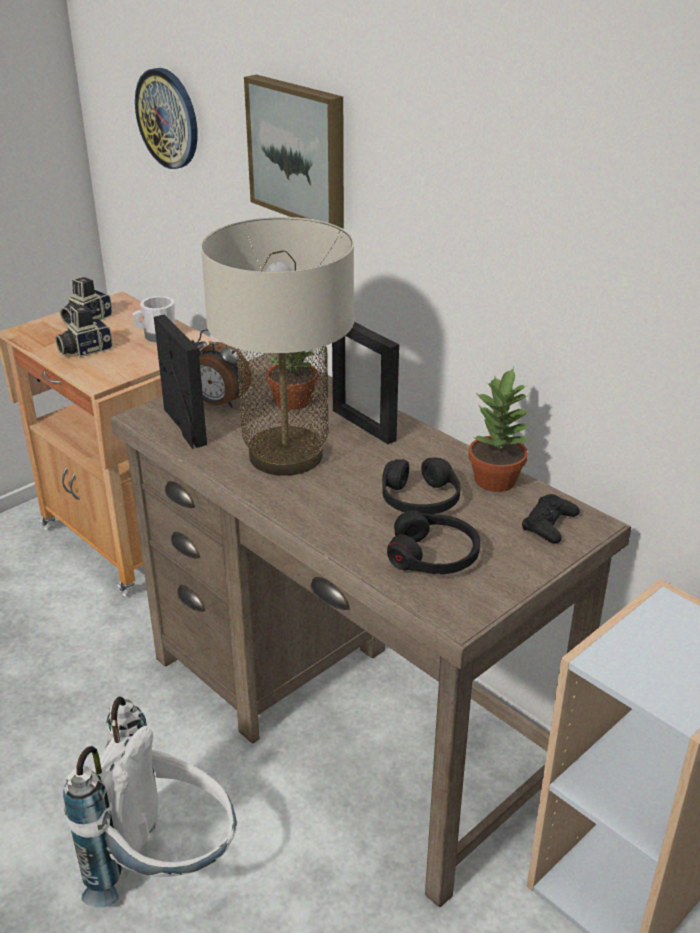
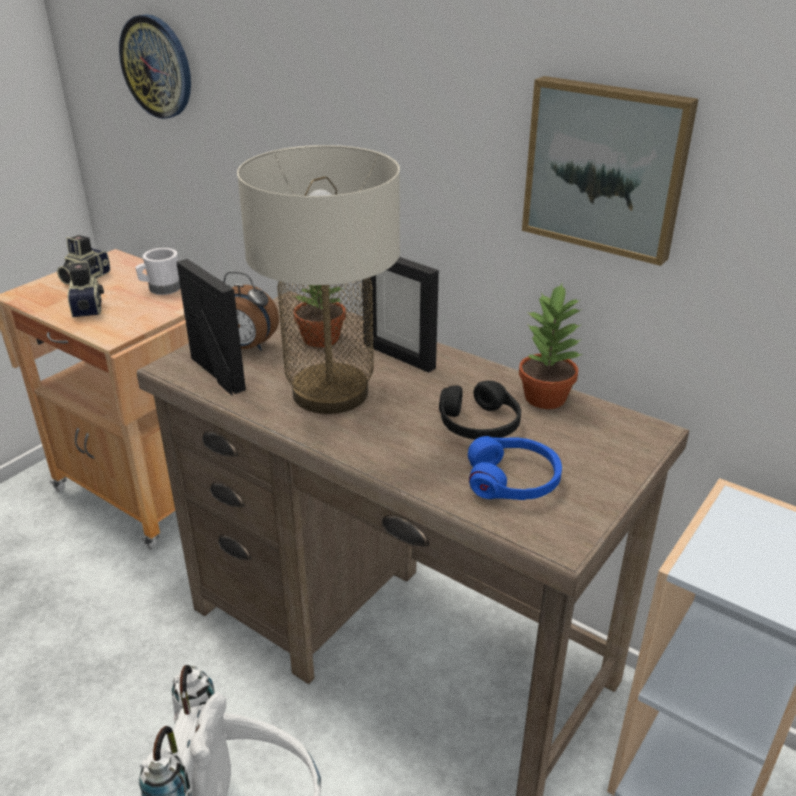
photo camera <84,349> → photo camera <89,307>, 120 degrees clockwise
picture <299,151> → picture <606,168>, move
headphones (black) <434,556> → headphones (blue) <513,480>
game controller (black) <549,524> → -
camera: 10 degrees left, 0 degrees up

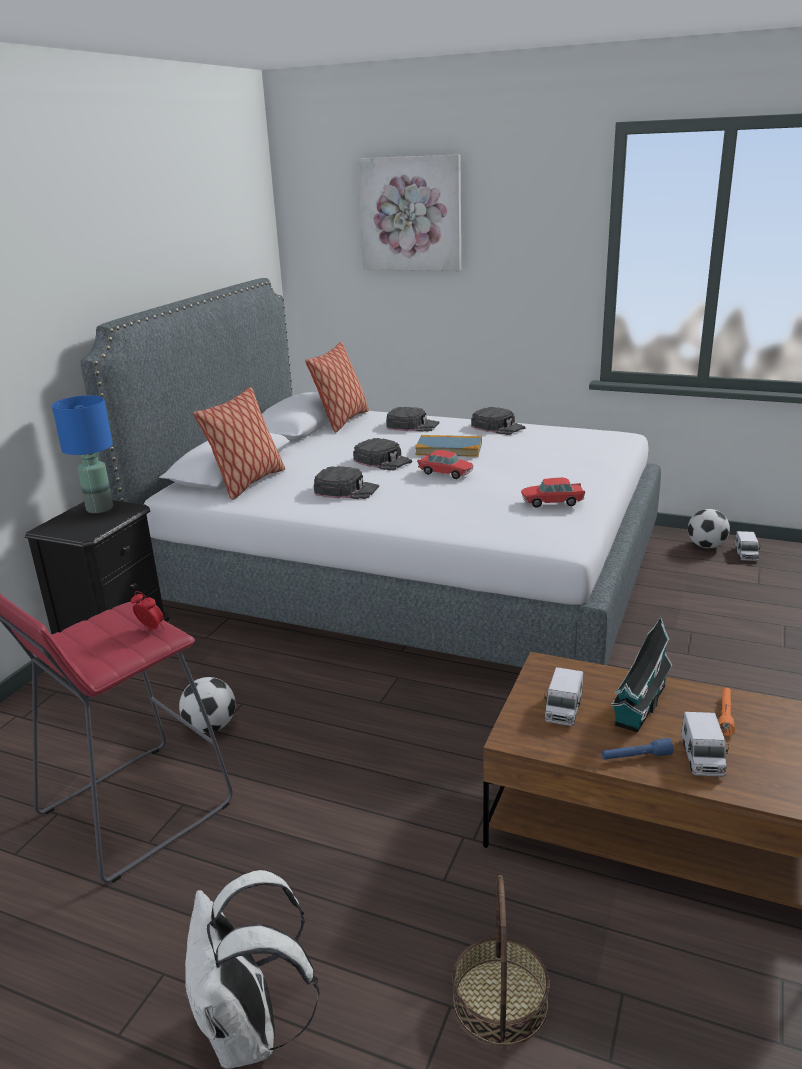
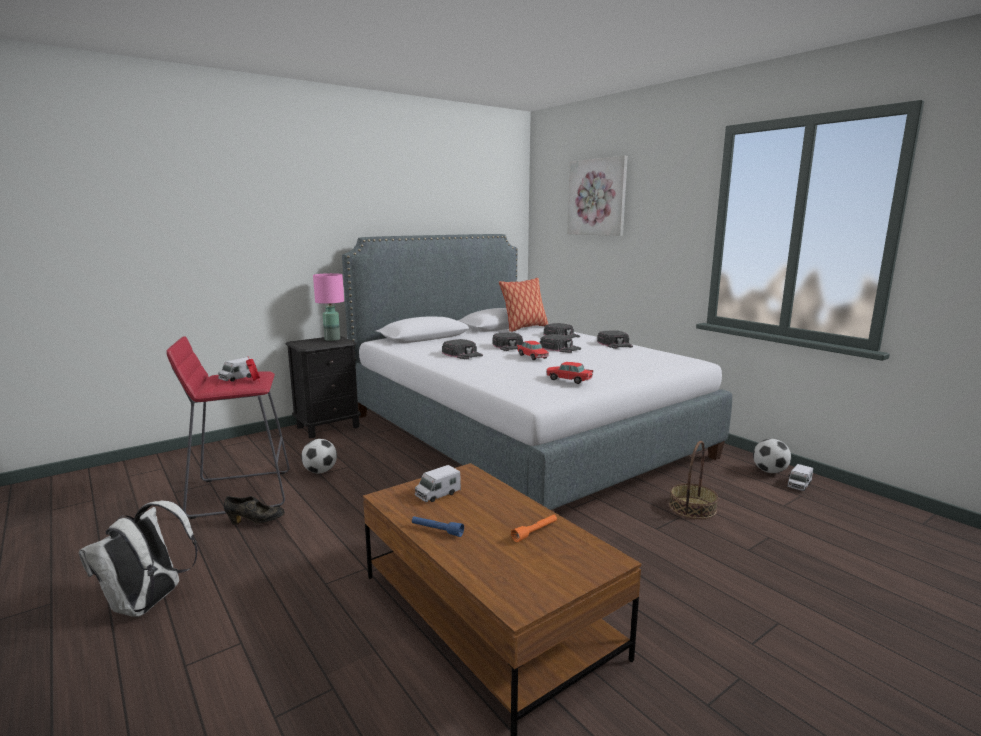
table lamp (blue) <100,509> → table lamp (pink) <332,339>
pillow <248,483> → -
book <449,449> → cap (black) <560,348>
basket <500,1001> → basket <692,508>, move
toy house <639,707> → -
toy truck <702,757> → toy truck <238,378>, move
- → shoe (black) <255,522>
camera: 30 degrees right, 10 degrees down

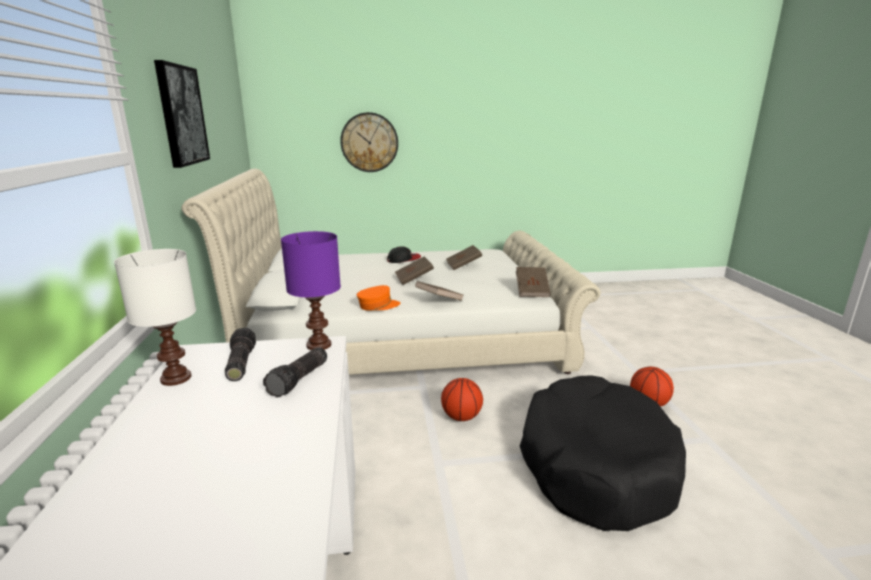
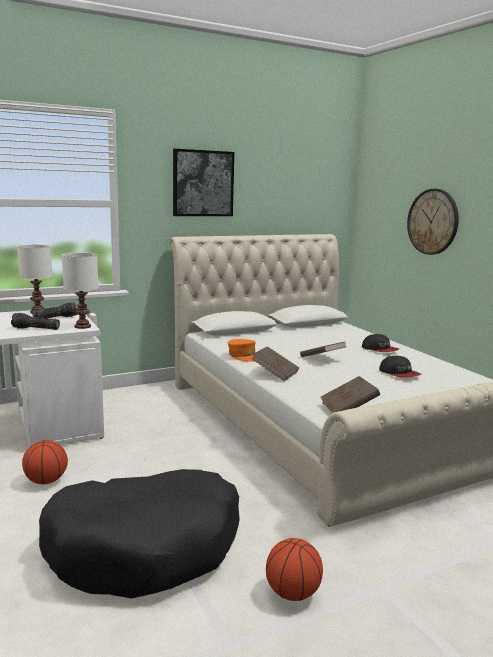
table lamp (purple) <319,345> → table lamp (white) <82,326>
basketball <461,417> → basketball <46,481>, move
book (brown) <463,266> → cap <399,373>
camera: 70 degrees right, 5 degrees down

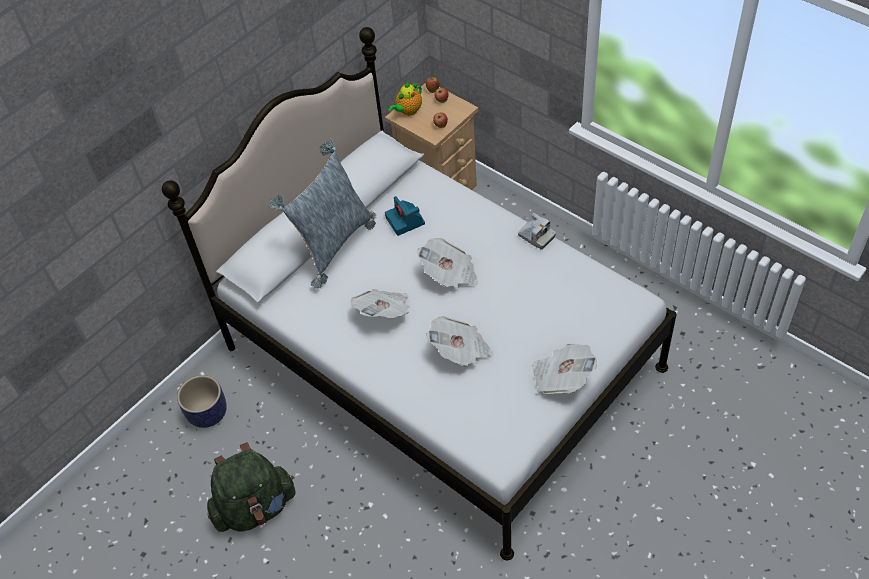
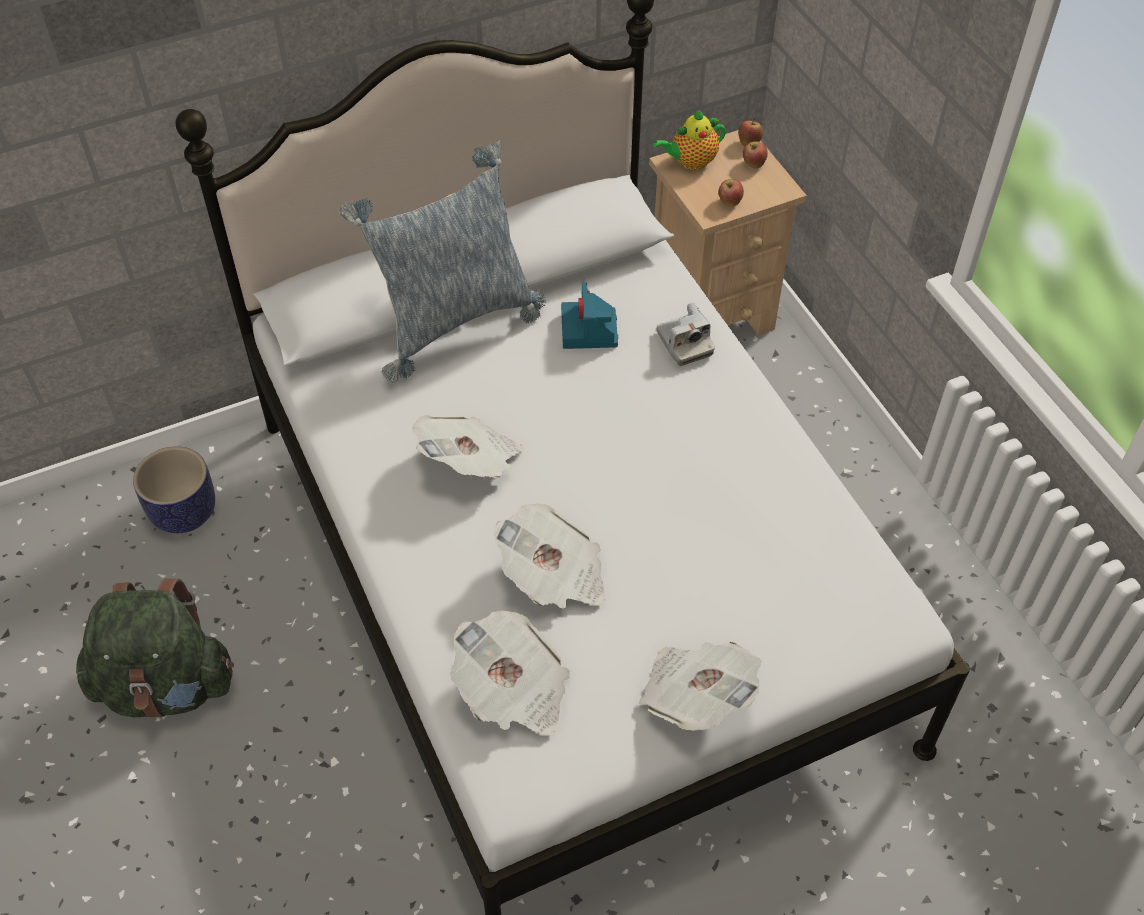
newspaper <450,274> → newspaper <513,691>, move
photo camera <536,236> → photo camera <684,344>, move
camera: 20 degrees right, 0 degrees up

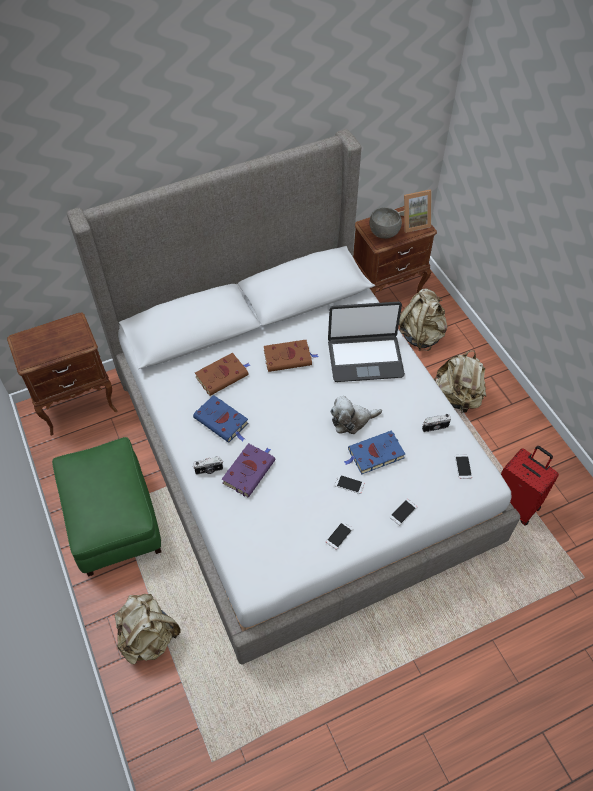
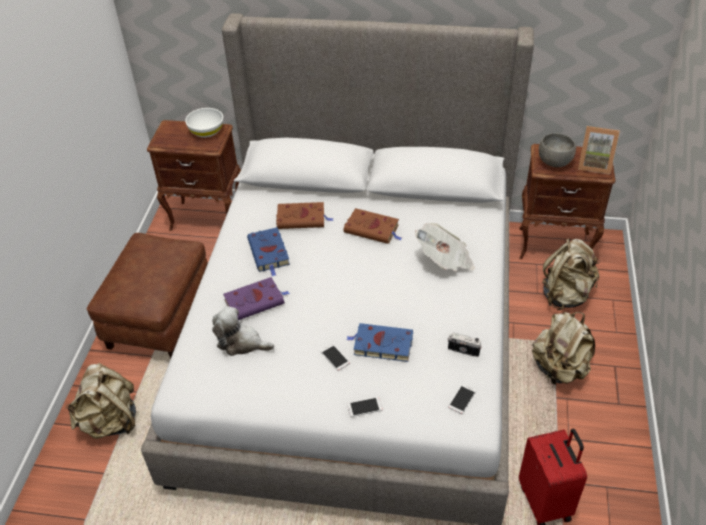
ottoman (green) <113,521> → ottoman (brown) <160,317>
photo camera <209,470> → -
phone <339,535> → -
laptop <365,358> → newspaper <445,260>
plush toy <352,420> → plush toy <241,342>, move
- → bowl (white) <207,131>
camera: 35 degrees right, 10 degrees down

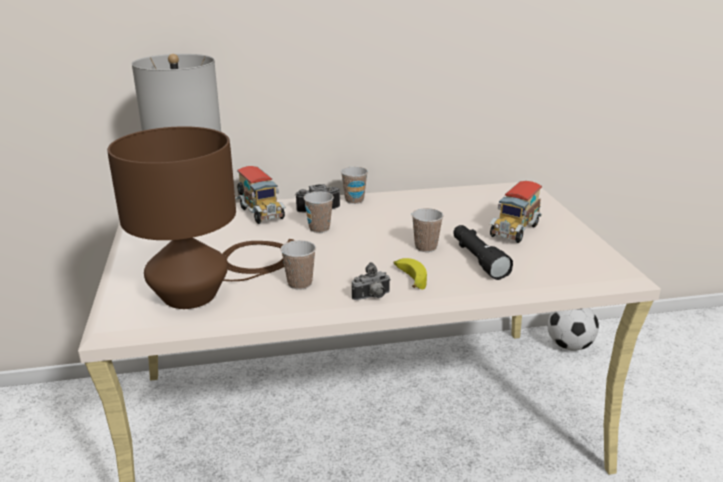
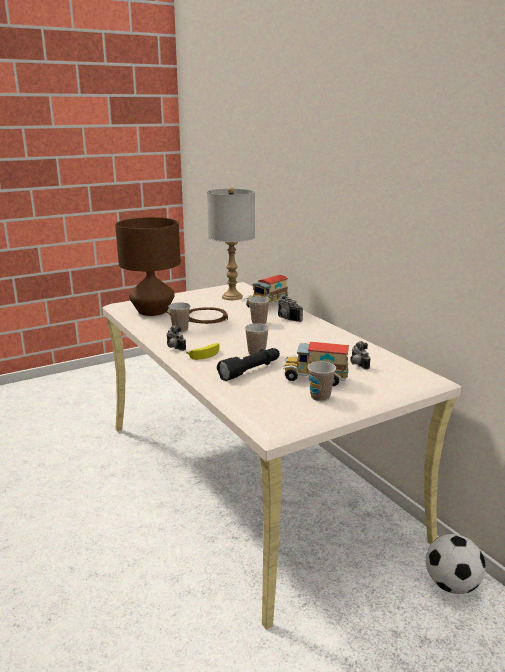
cup <354,200> → cup <320,397>, move
- → photo camera <357,365>
camera: 70 degrees right, 5 degrees down

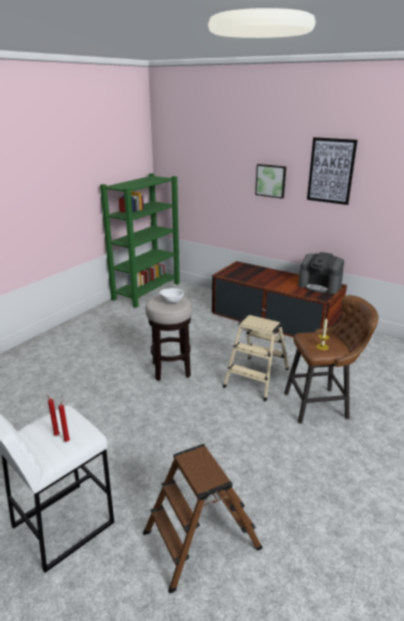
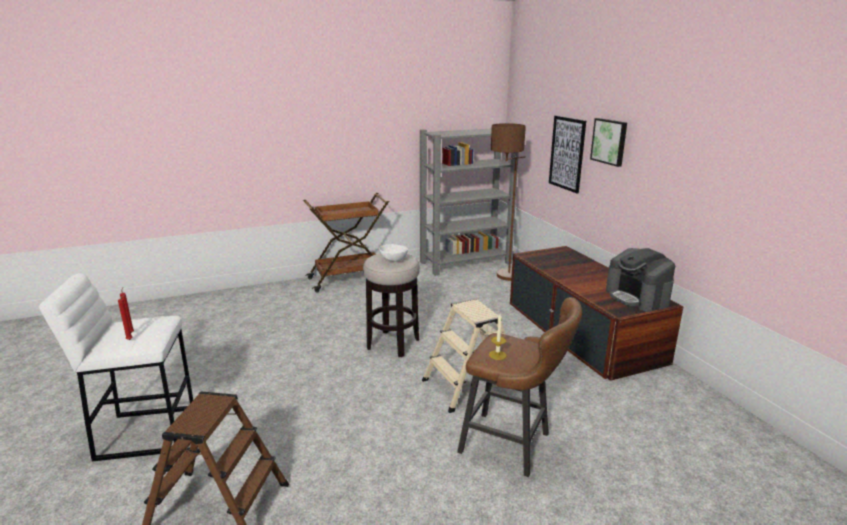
bookcase (green) <146,291> → bookcase (grey) <465,263>
picture <331,171> → picture <567,153>, move
- → cart (brown) <349,280>
- → floor lamp (brown) <503,277>
camera: 35 degrees right, 5 degrees down

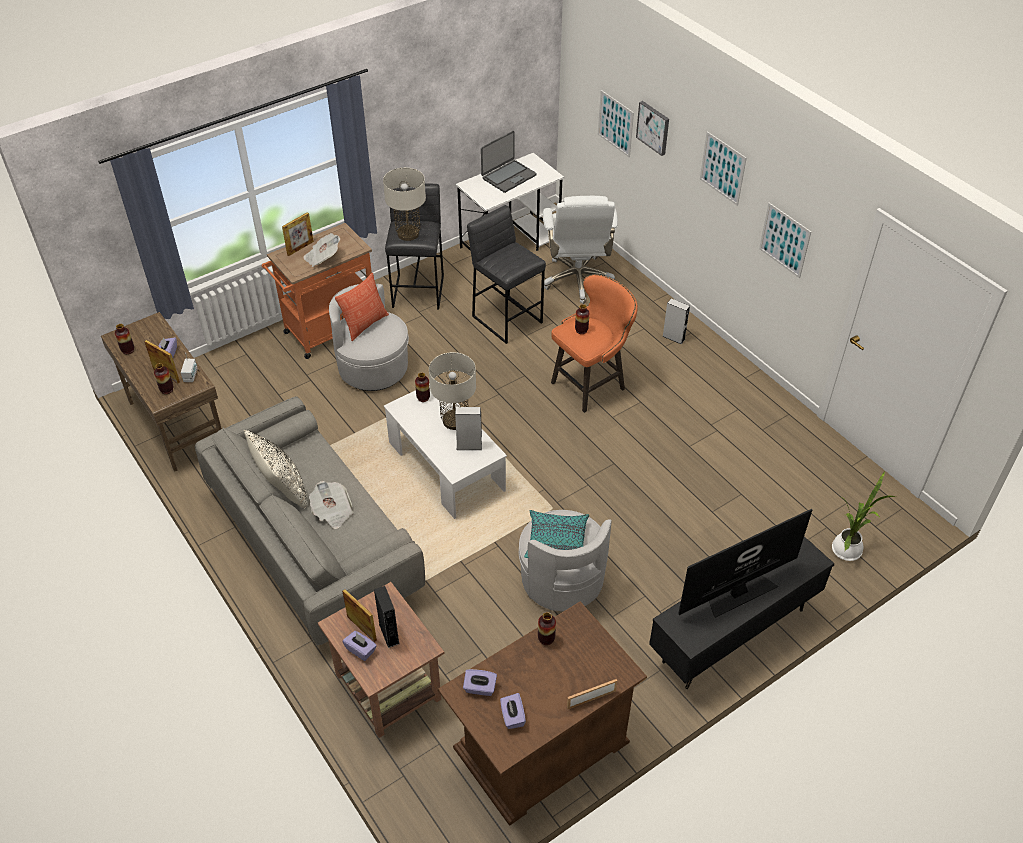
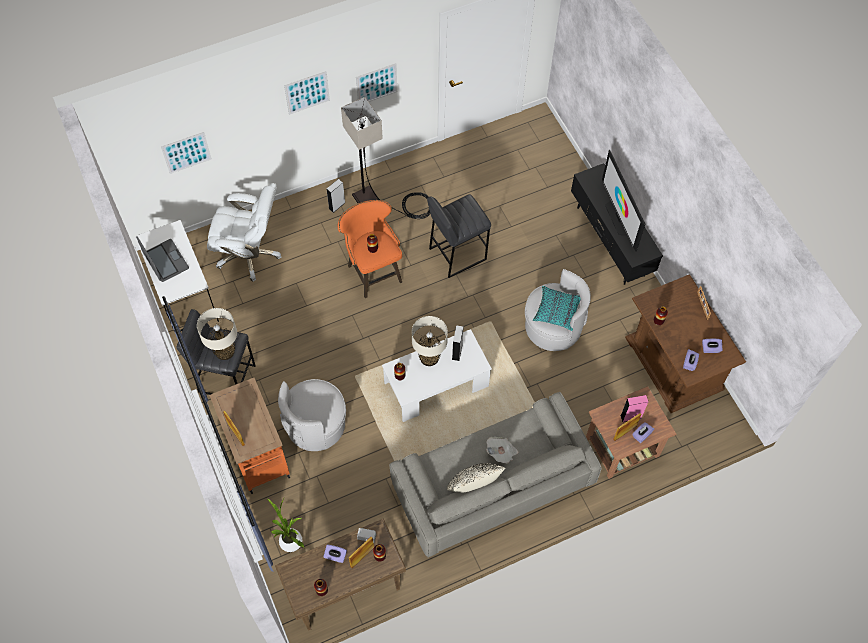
newspaper <322,258> → -
pillow (orange) <365,325> → -
speaker (black) <389,634> → speaker (pink) <631,416>
stool (grey) <506,319> → stool (grey) <456,254>, move
picture <653,127> → -
potted plant <848,548> → potted plant <290,539>, move
- → floor lamp <394,204>
camera: 80 degrees left, 15 degrees up

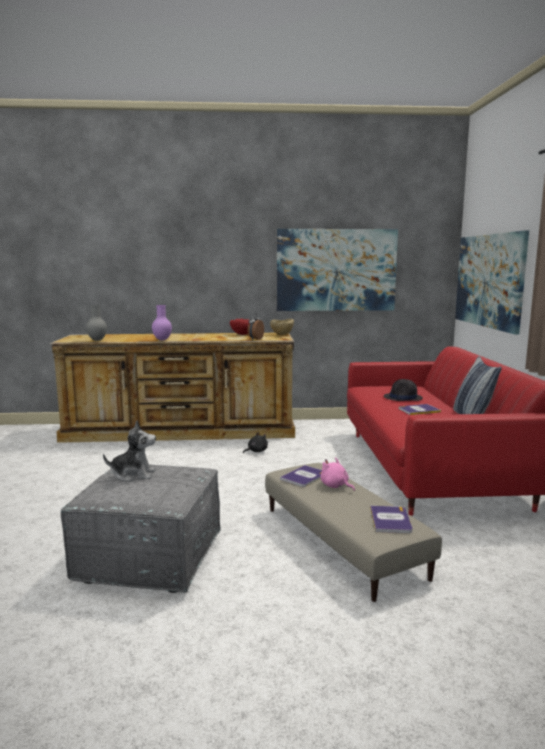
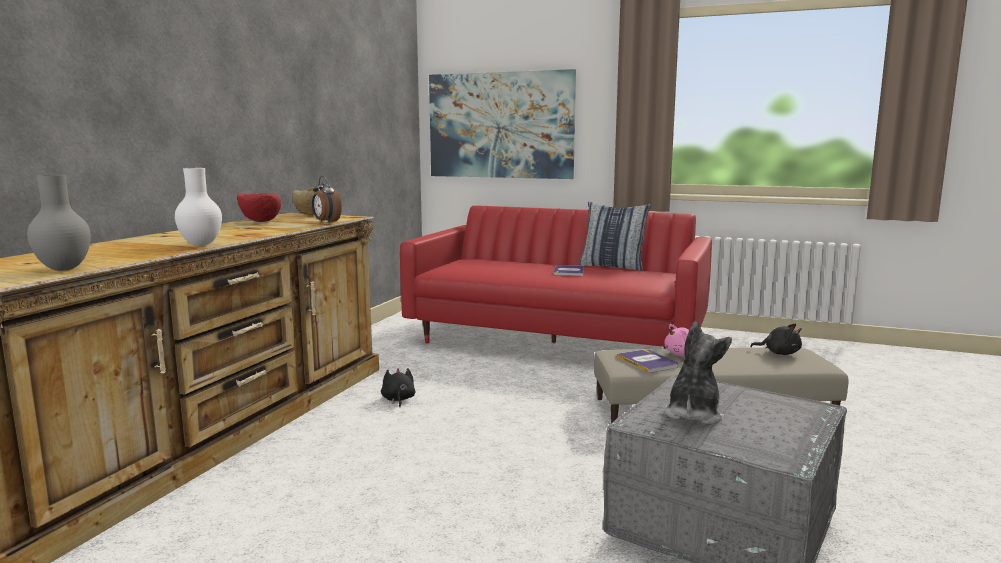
vase (purple) <162,340> → vase (white) <202,244>
picture <336,270> → -
book <390,520> → plush toy (black) <779,353>
hat (black) <403,398> → -
camera: 65 degrees left, 0 degrees up

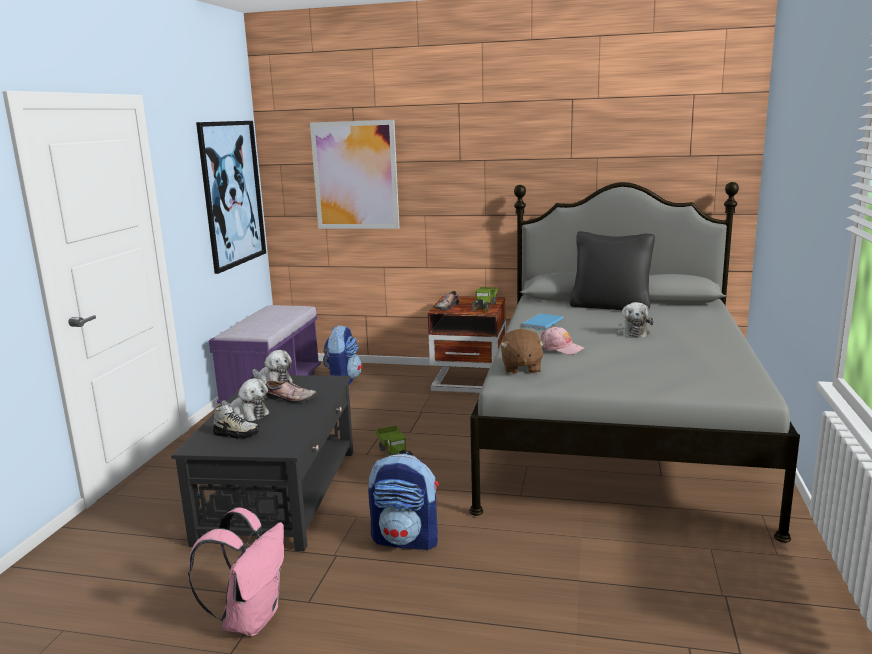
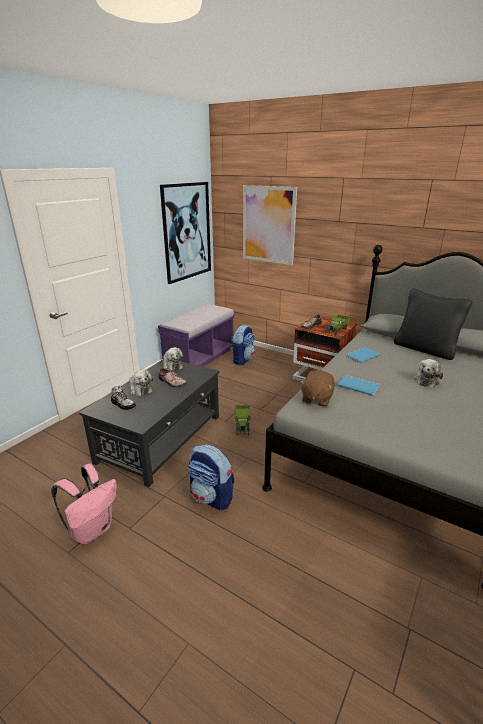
cap (pink) <560,348> → book (blue) <357,385>
camera: 20 degrees right, 10 degrees up

